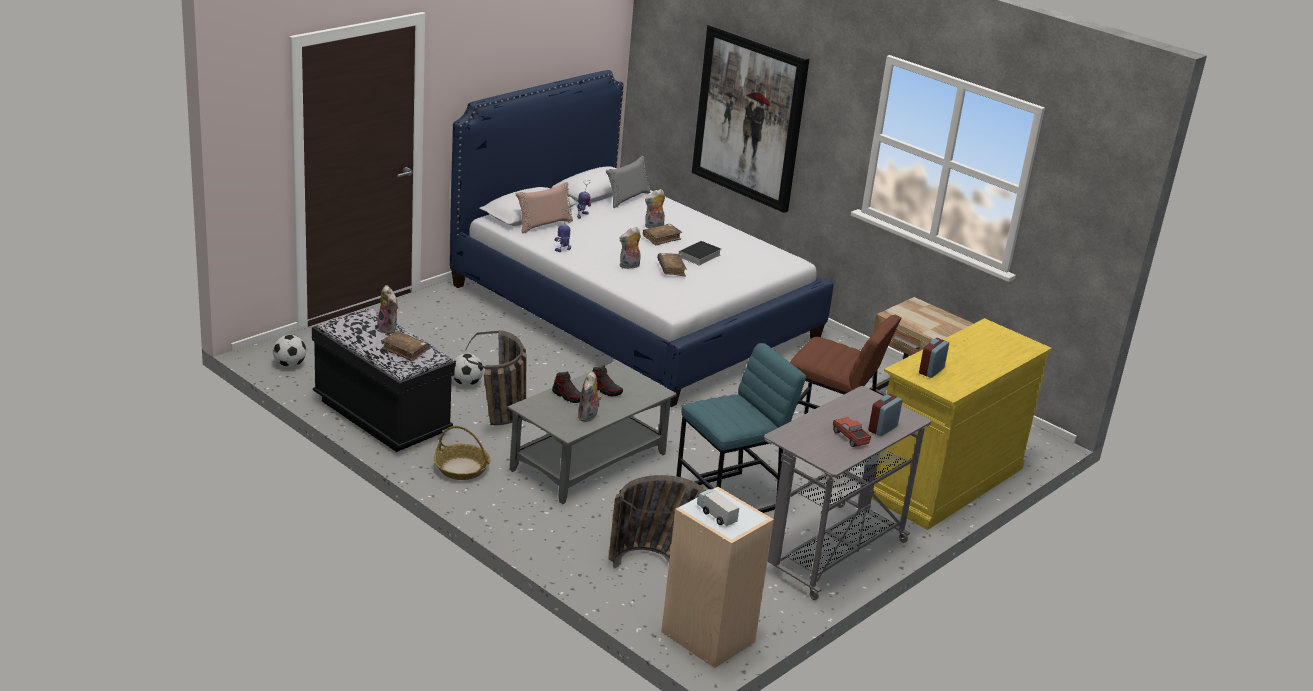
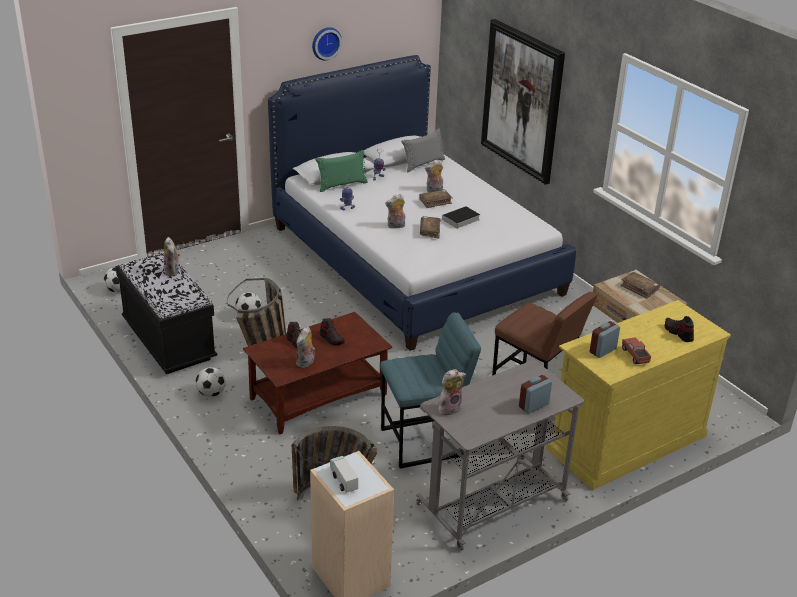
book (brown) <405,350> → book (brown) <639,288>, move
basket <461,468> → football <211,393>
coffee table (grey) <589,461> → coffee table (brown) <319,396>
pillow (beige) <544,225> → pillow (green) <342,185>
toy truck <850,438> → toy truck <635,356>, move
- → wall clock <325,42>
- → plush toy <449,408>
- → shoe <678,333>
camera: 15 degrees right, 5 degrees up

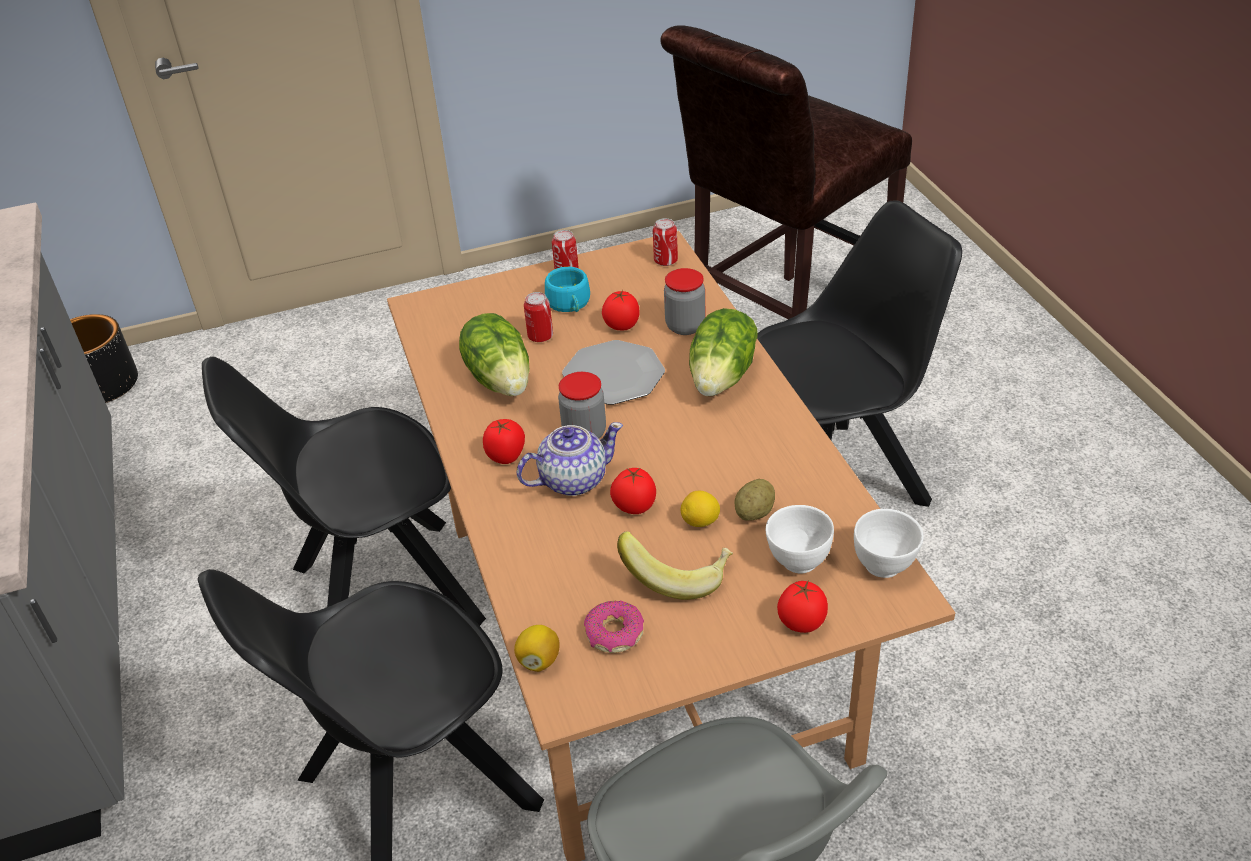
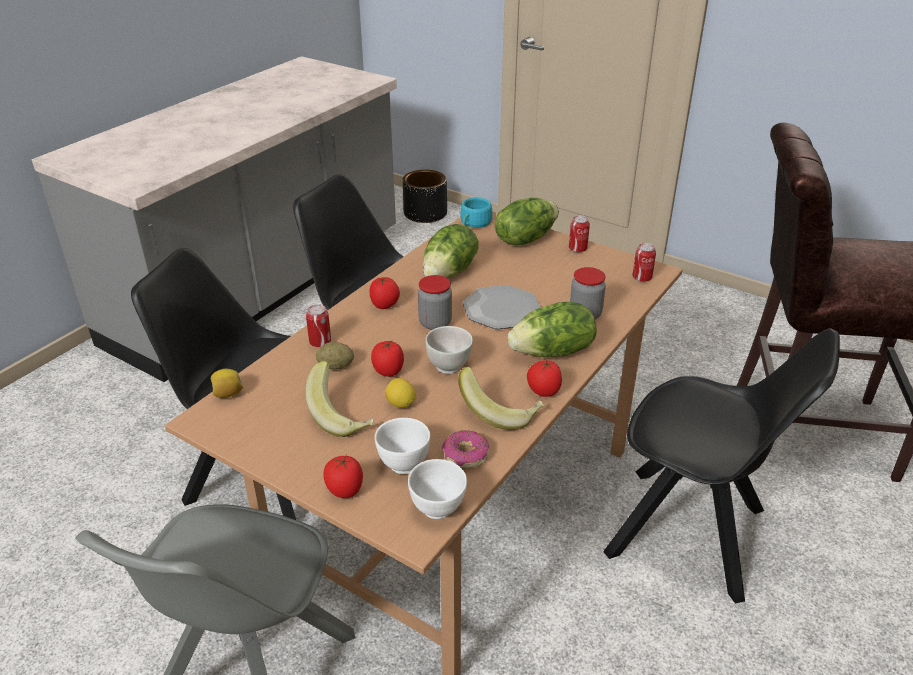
teapot <572,480> → -
can <540,336> → can <320,342>, move
cup (turquoise) <570,304> → cup (turquoise) <474,223>, move
donut <614,634> → donut <465,455>, move
tomato <621,326> → tomato <543,391>, move
potato <754,512> → potato <336,366>, move
- → bowl (white) <449,366>
- → banana <500,412>
- → lettuce <525,239>
camera: 50 degrees right, 5 degrees down

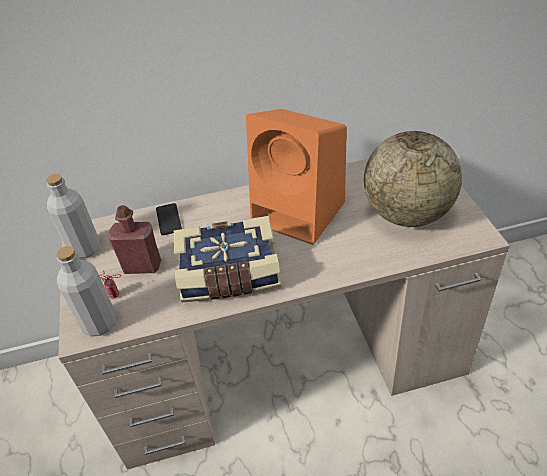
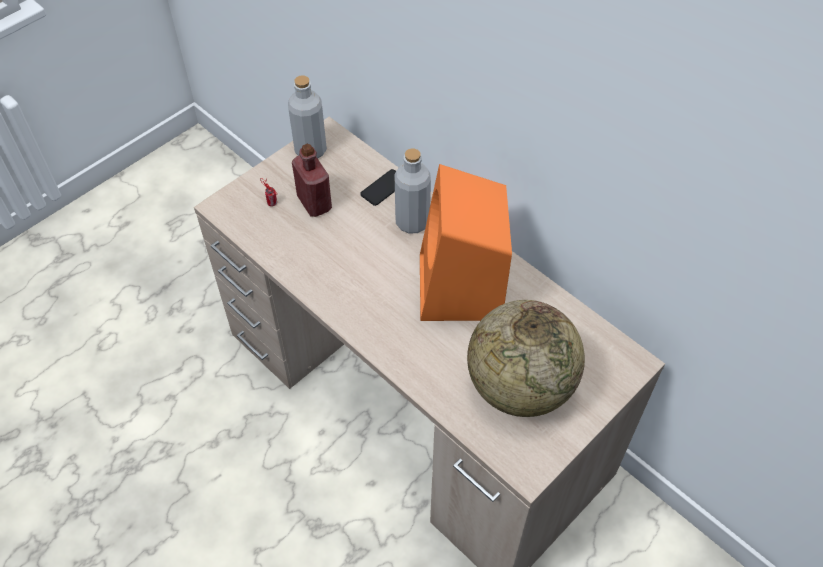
bottle (grey) <99,323> → bottle (grey) <412,222>, move
book <229,274> → -
camera: 55 degrees right, 10 degrees up

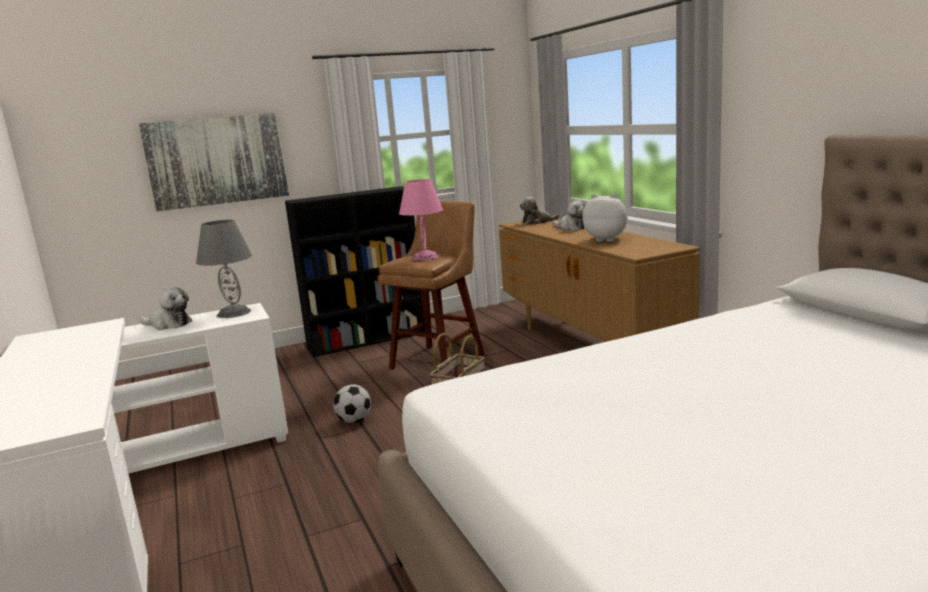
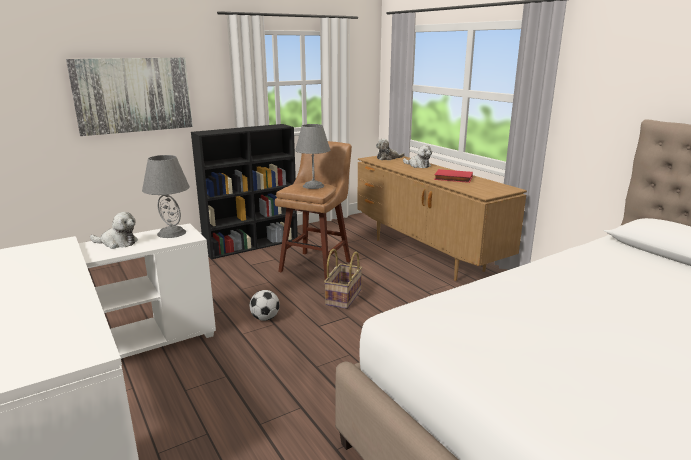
table lamp (pink) <425,257> → table lamp (grey) <313,186>
plush toy <607,239> → book (red) <452,178>
camera: 10 degrees left, 5 degrees up

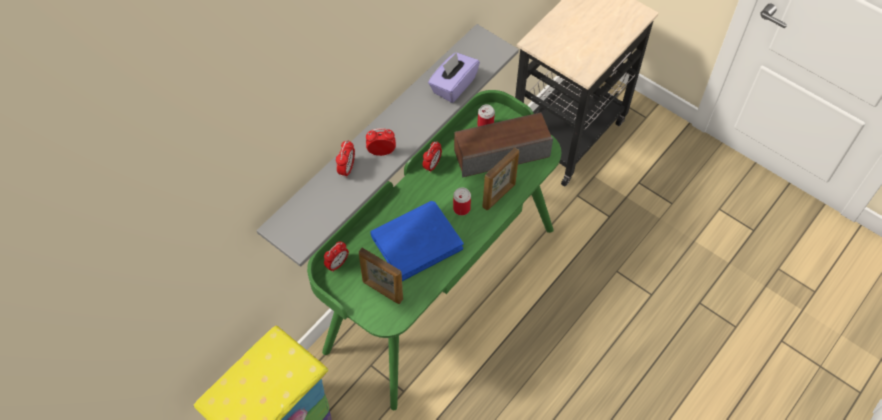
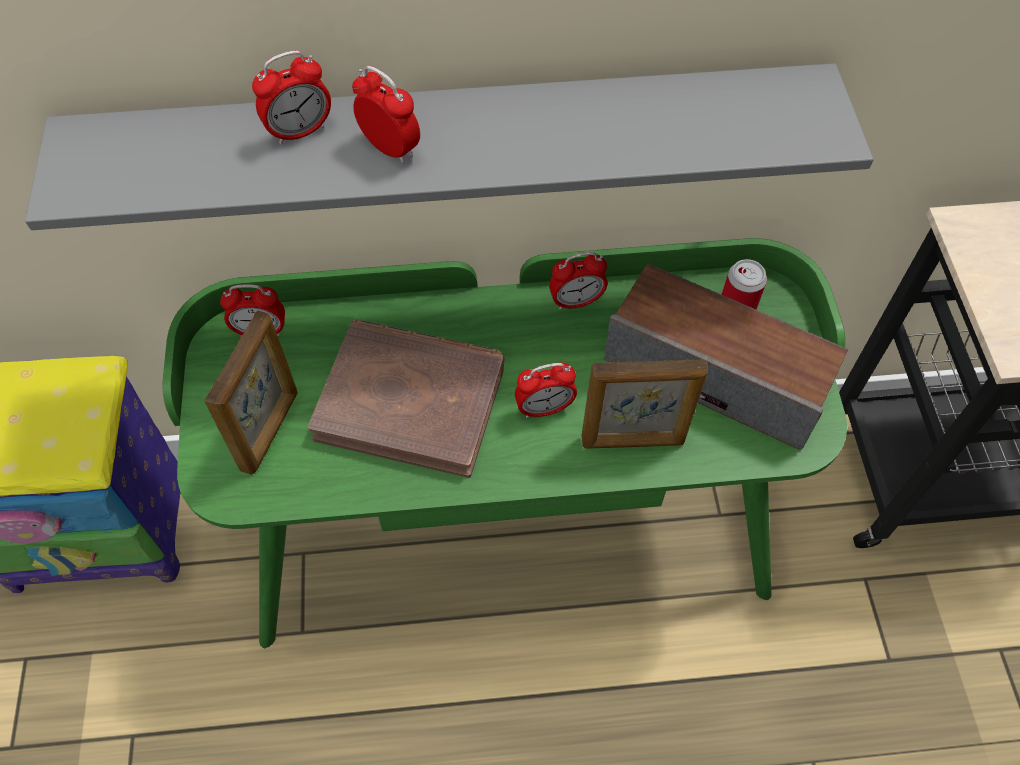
picture frame <382,291> → picture frame <271,430>, 150 degrees counterclockwise
book (blue) <416,242> → book (brown) <411,400>
tissue box (purple) <453,86> → -
can <461,208> → alarm clock <544,408>
camera: 45 degrees right, 0 degrees up

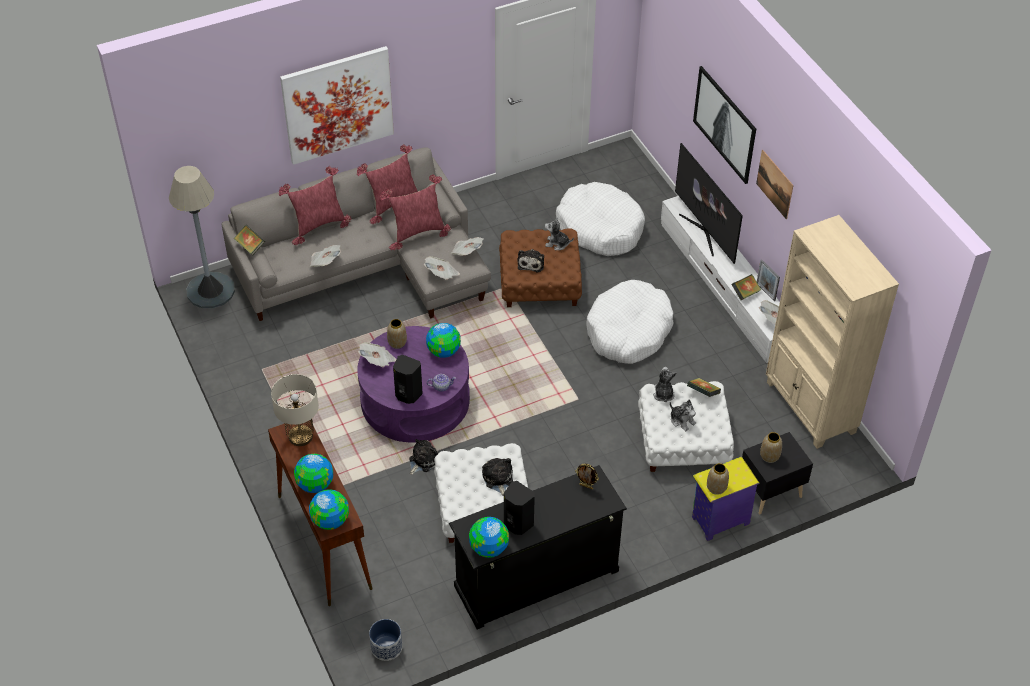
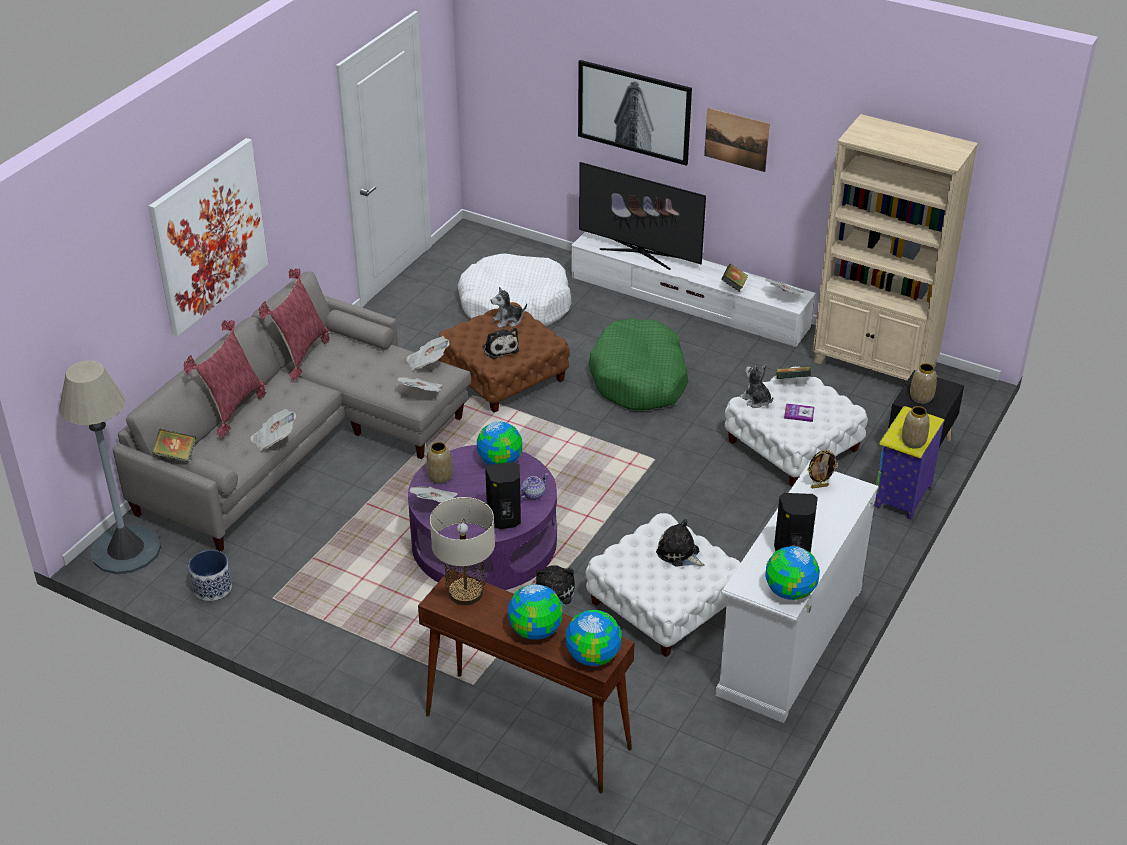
planter <386,647> → planter <212,588>, move
pillow (red) <416,236> → -
cabinet (black) <536,579> → cabinet (white) <790,641>
dog bed (white) <628,331> → dog bed (green) <639,378>
plush toy <682,420> → book <799,413>
picture frame <765,292> → -
camera: 35 degrees left, 10 degrees down

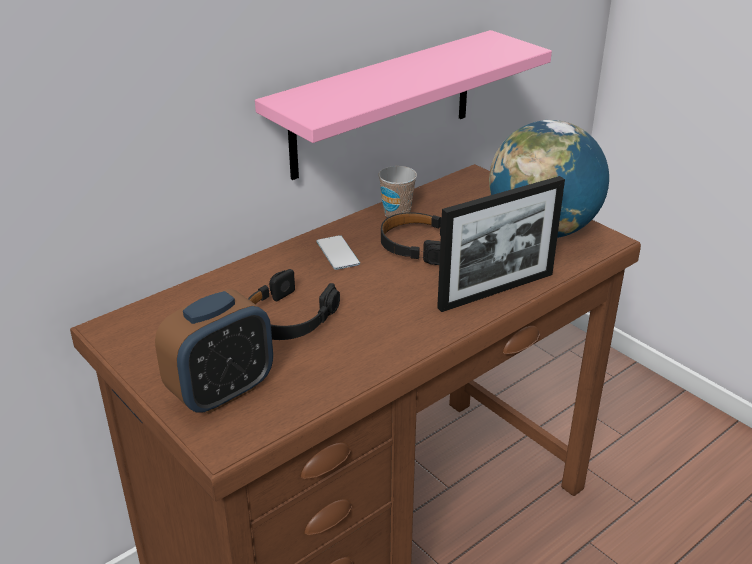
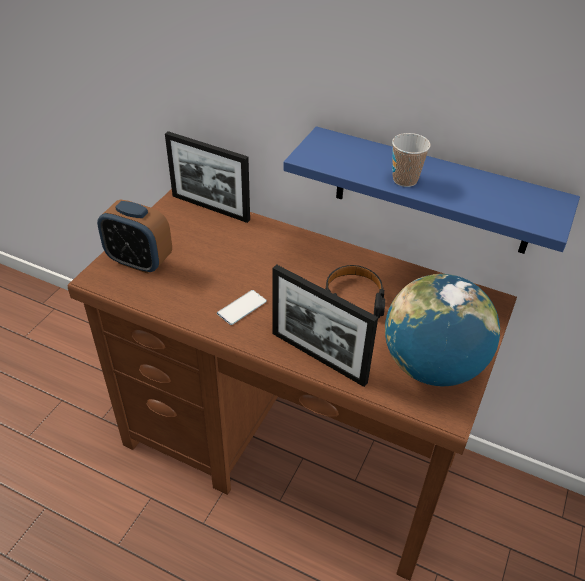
headphones (black) <288,318> → -
shelf (pink) <383,104> → shelf (blue) <433,192>
phone <338,253> → phone <242,307>, move
cup <397,213> → cup <405,180>, move
- → picture frame <210,208>
camera: 65 degrees right, 10 degrees up

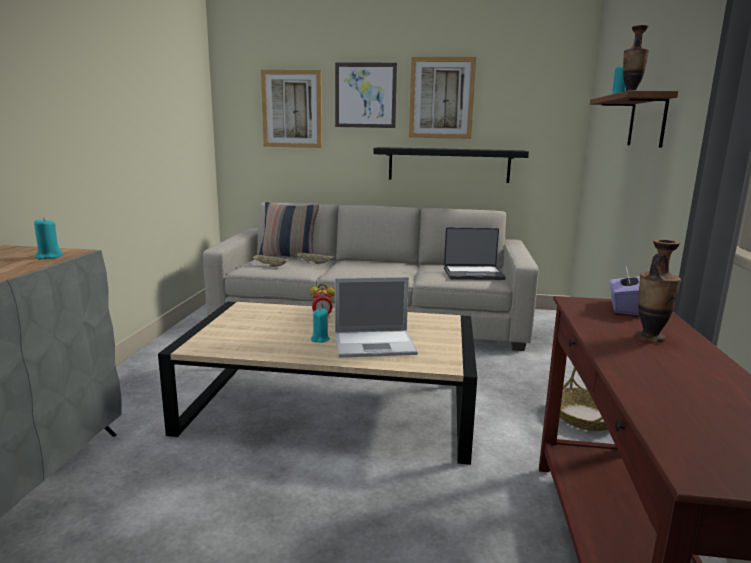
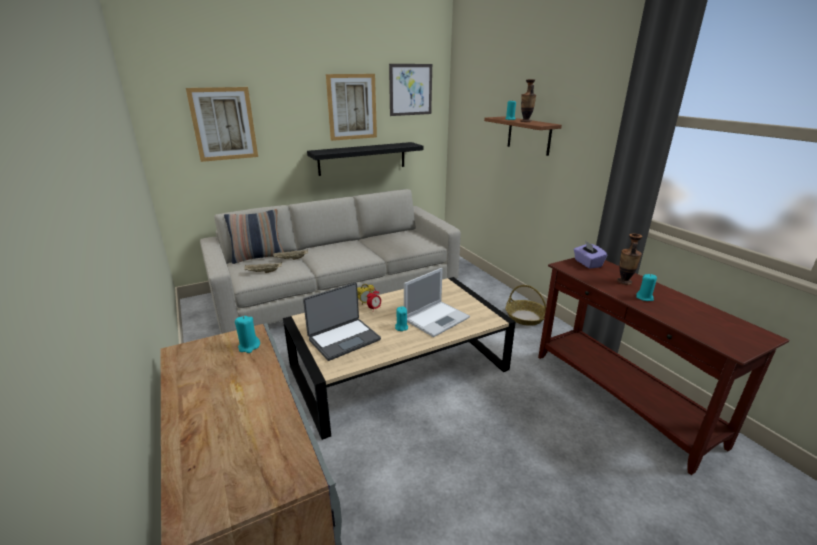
picture <365,95> → picture <410,90>, move
laptop <473,274> → laptop <343,339>, move
- → candle (turquoise) <644,298>
camera: 35 degrees left, 10 degrees up

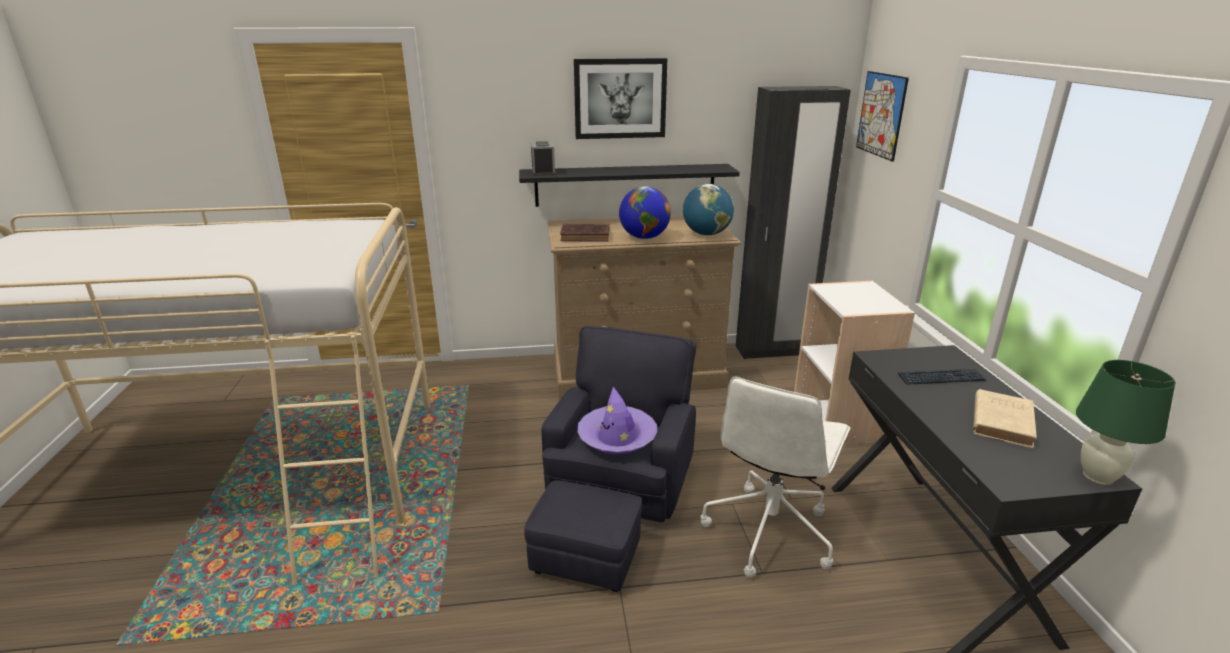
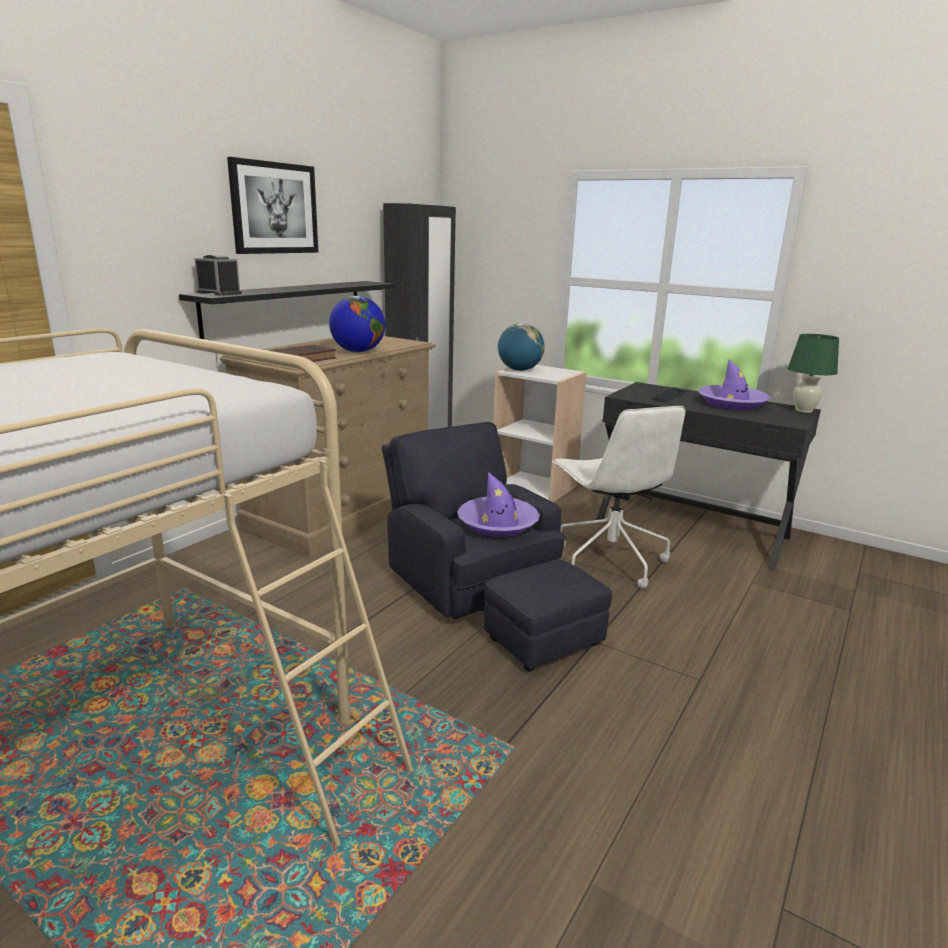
globe <706,234> → globe <519,370>, move
picture <881,115> → -
book (beige) <1002,421> → hat (purple) <731,403>
camera: 50 degrees left, 5 degrees down

